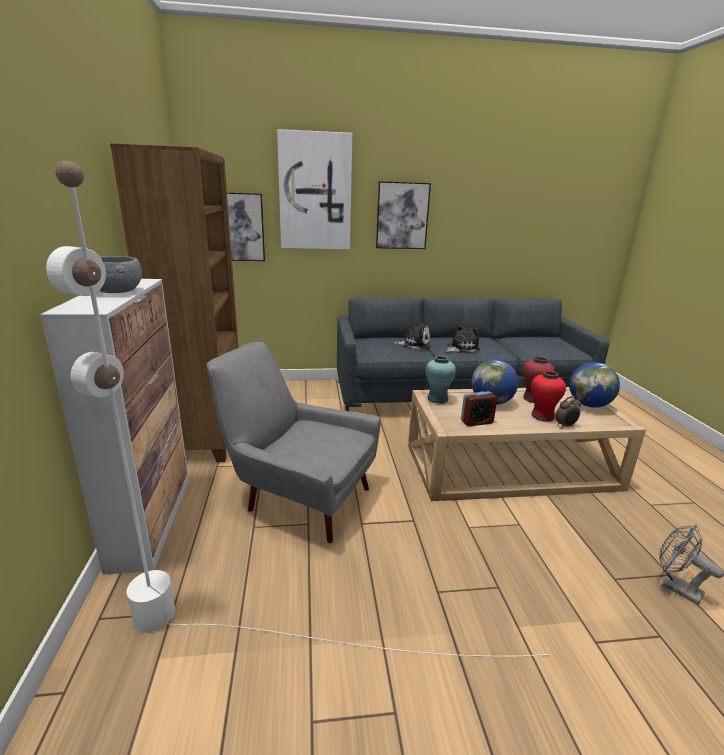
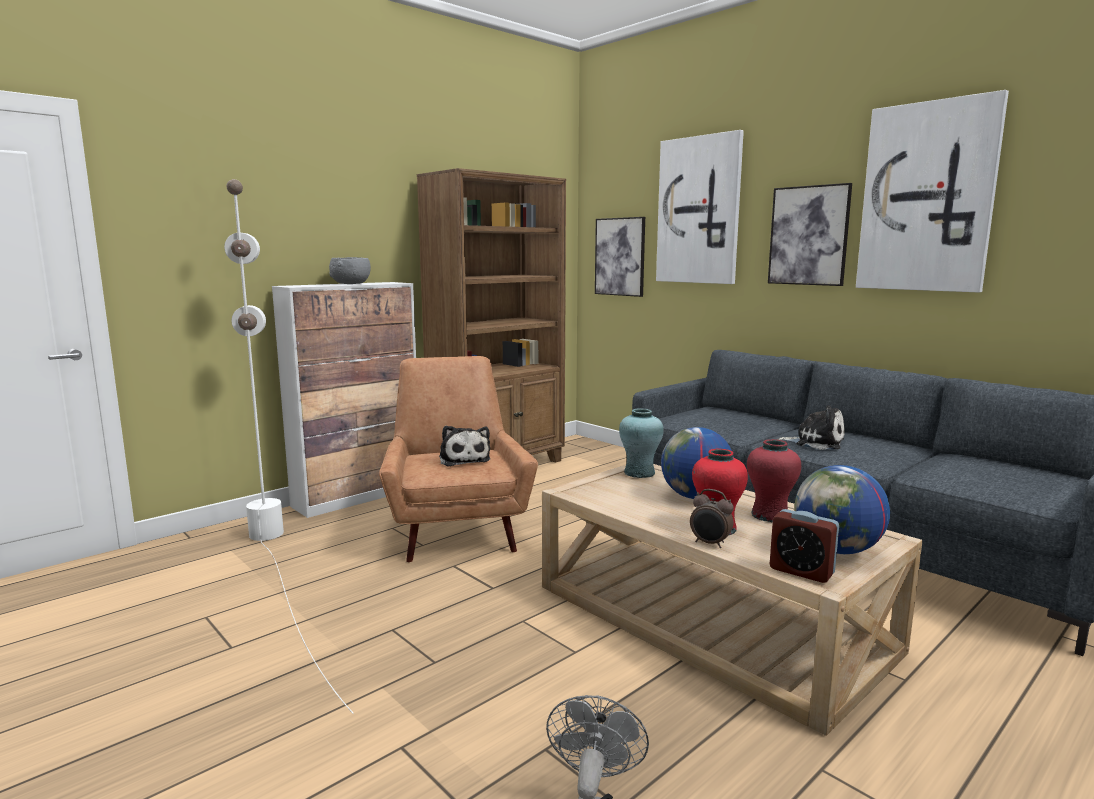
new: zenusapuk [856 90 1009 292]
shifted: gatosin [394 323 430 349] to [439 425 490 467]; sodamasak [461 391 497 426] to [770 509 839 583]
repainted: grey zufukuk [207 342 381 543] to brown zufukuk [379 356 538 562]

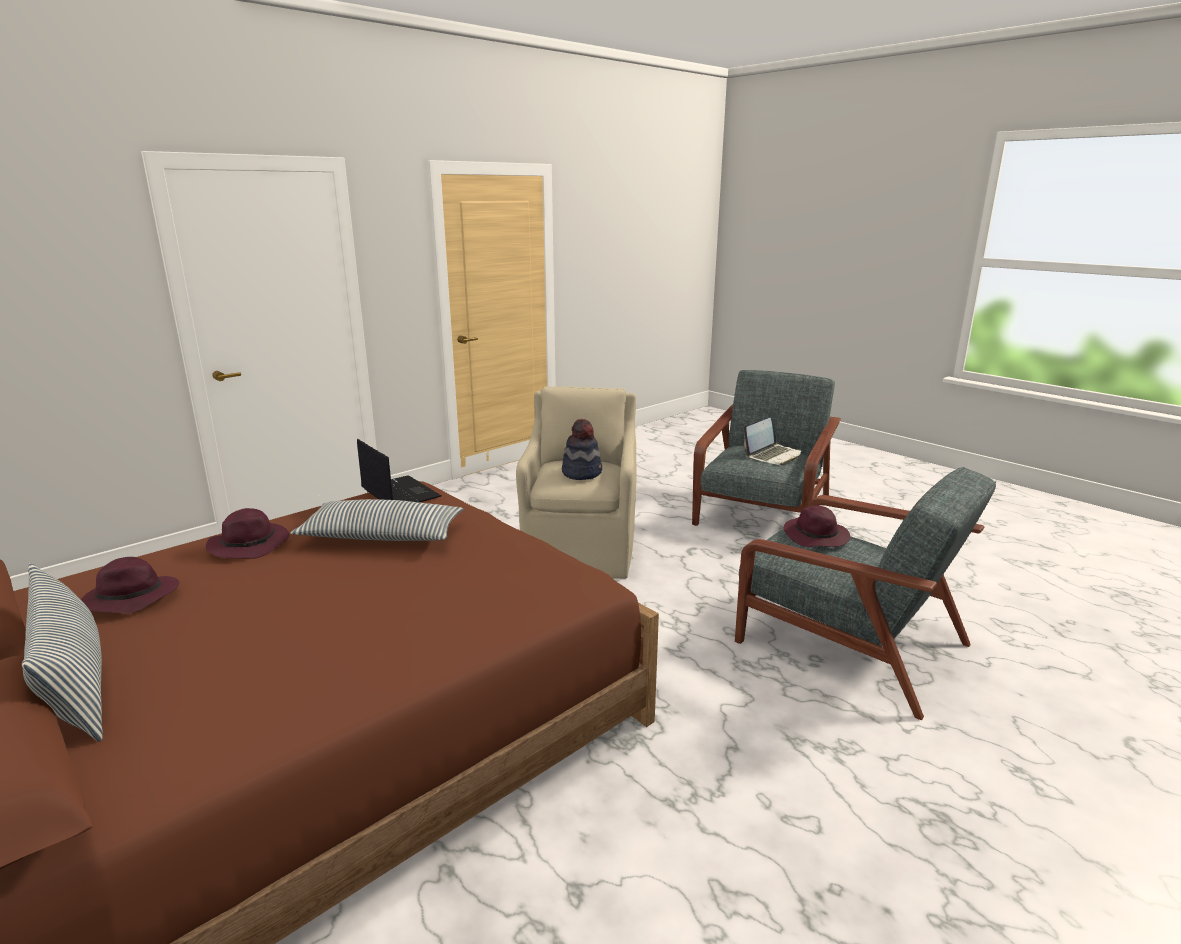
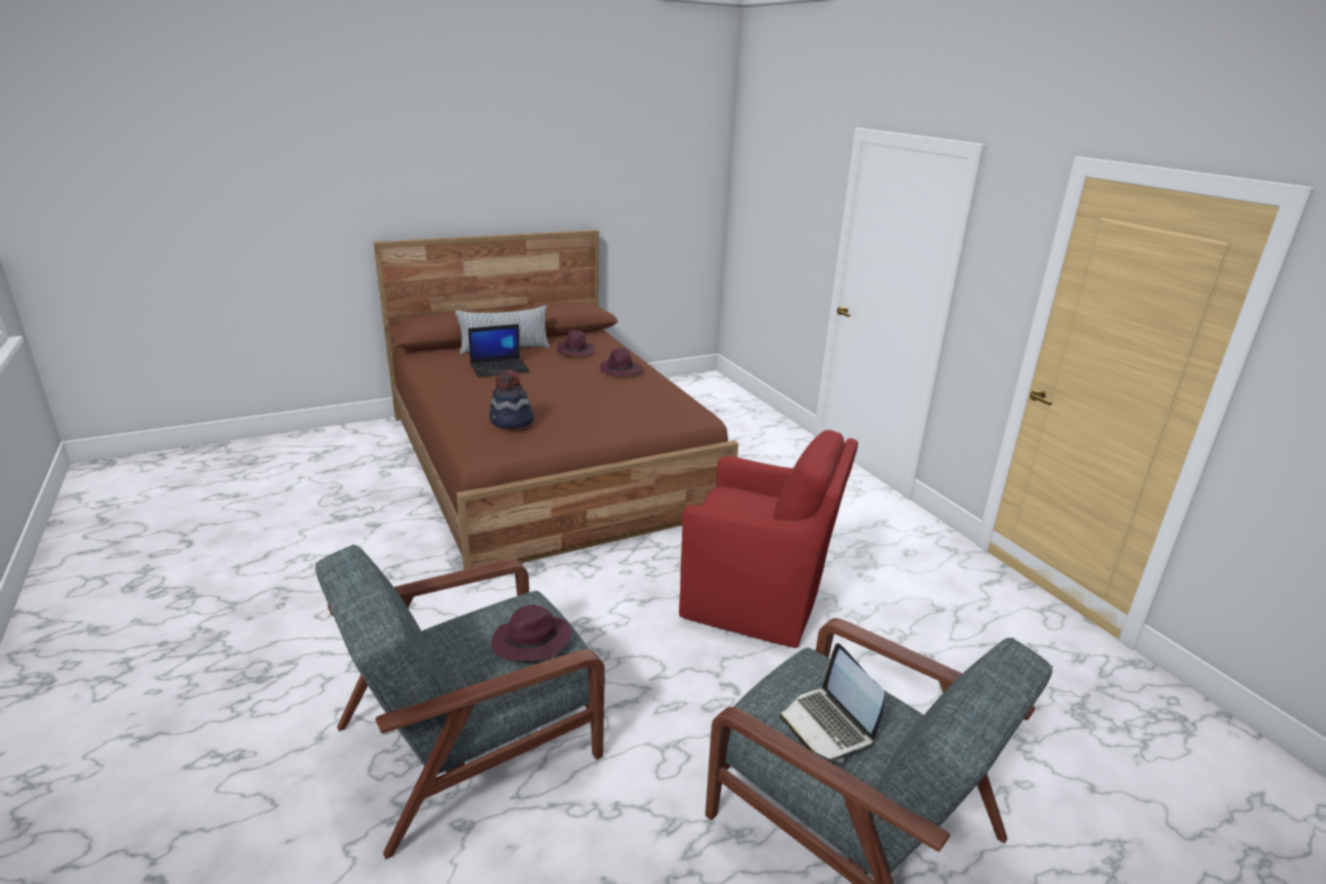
gone: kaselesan [291 499 463 541]
shifted: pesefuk [357 439 441 503] to [468 324 530 377]; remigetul [562 419 602 480] to [489 369 534 428]
repainted: beige zufukuk [516 386 637 579] to red zufukuk [679 430 858 648]

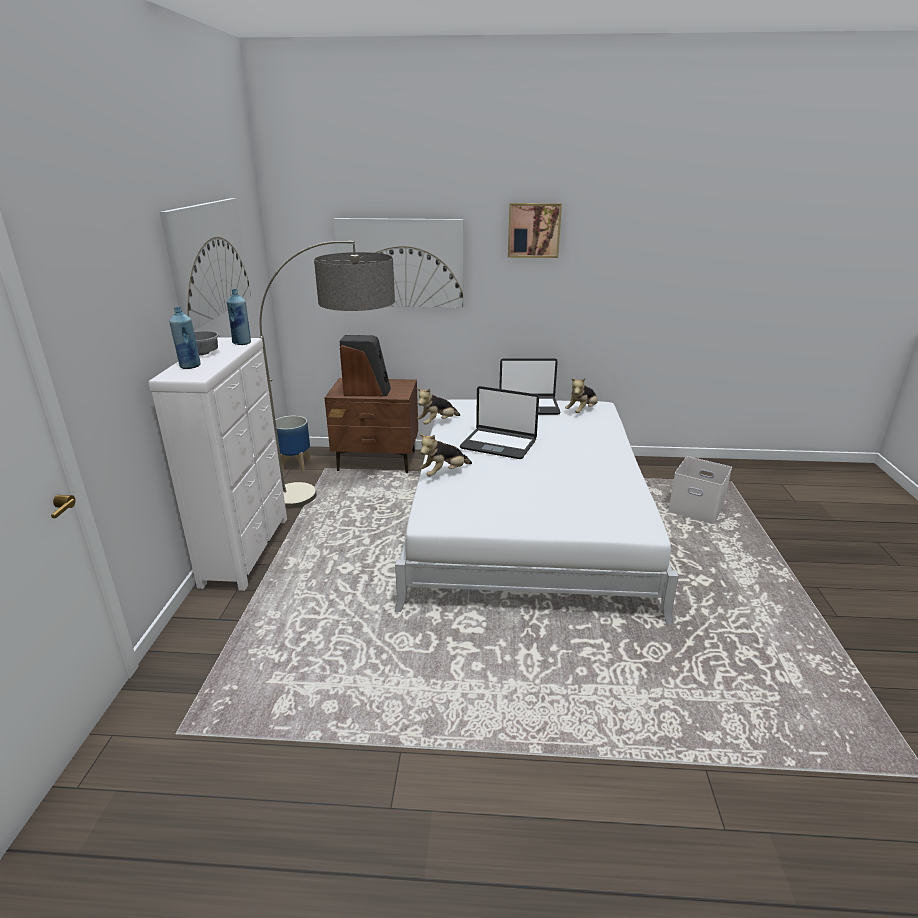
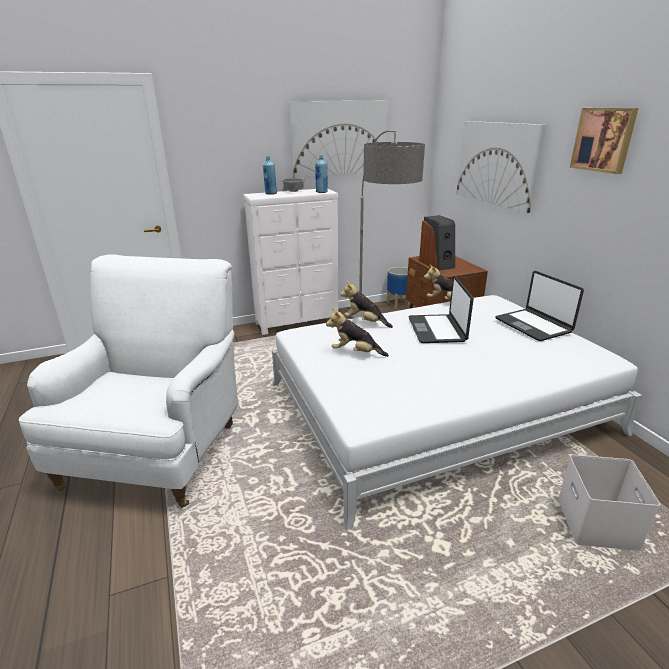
new: white zufukuk [19 254 238 508]
shifted: gatosin [565 378 598 413] to [326 308 389 357]

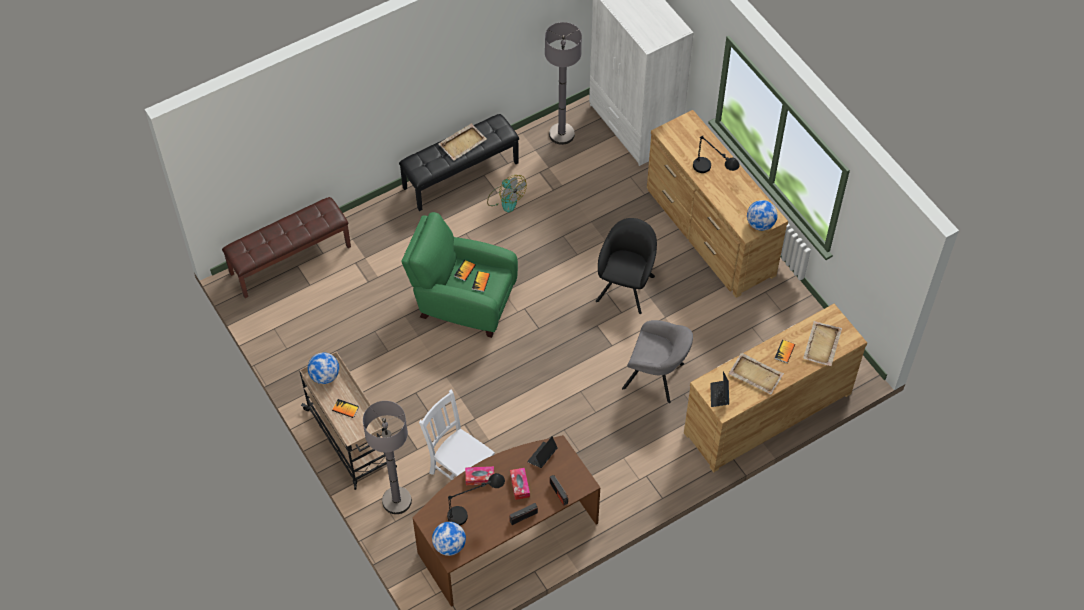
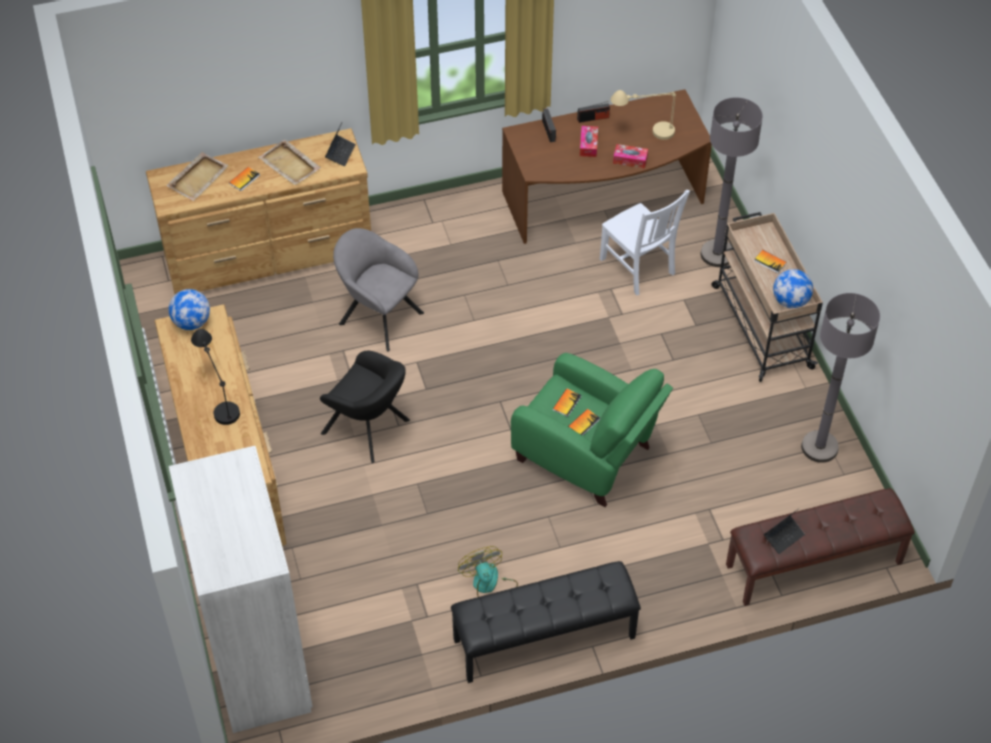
gone: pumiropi [432 522 466 556]; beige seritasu [439 123 487 161]
shifted: pesefuk [527 436 558 468] to [764 509 805 554]; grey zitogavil [545 22 582 145] to [801 293 880 463]
repainted: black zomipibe [447 473 505 525] to beige zomipibe [611 90 676 140]
rotated: black zufukuk [596 218 657 314] = [320 351 410 463] 90 degrees counterclockwise

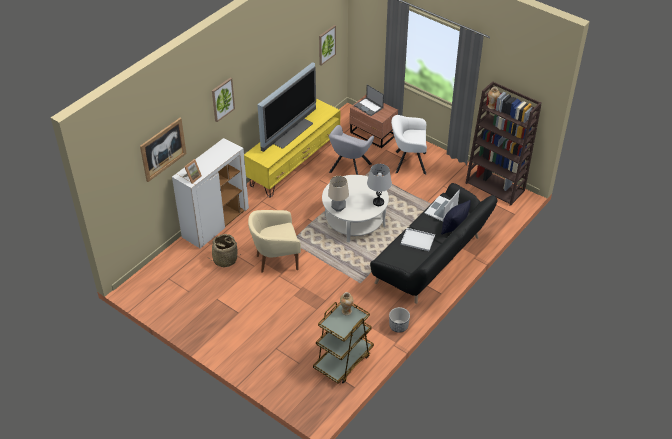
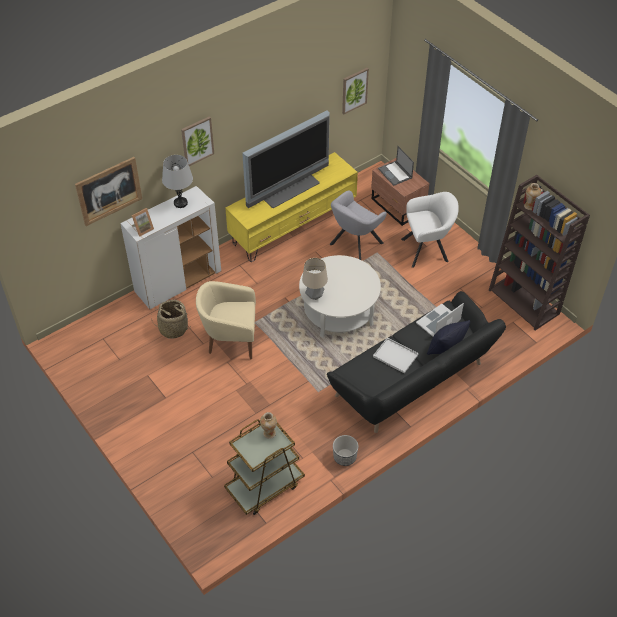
shifted: grey zomipibe [367 164 392 206] to [162 155 193 208]
rotated: white zufukuk [391 115 427 175] = [401 192 459 268] 150 degrees clockwise

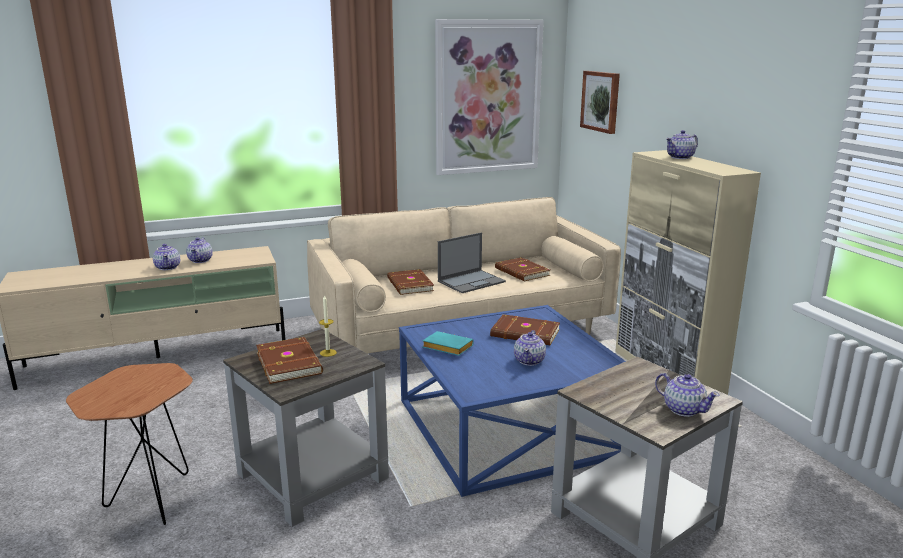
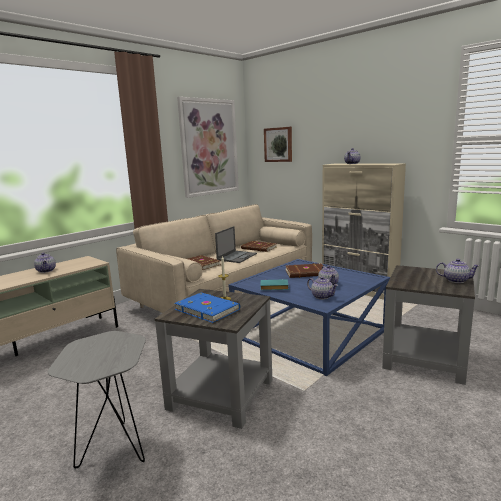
shifted: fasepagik [153 244 180 270] to [307 276 338 300]
repainted: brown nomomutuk [66 363 193 525] to grey nomomutuk [48 331 146 469]; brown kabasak [256 337 323 384] to blue kabasak [174 292 240 323]

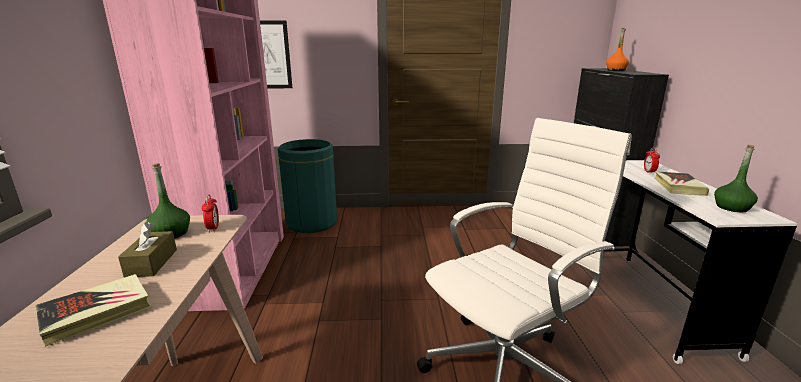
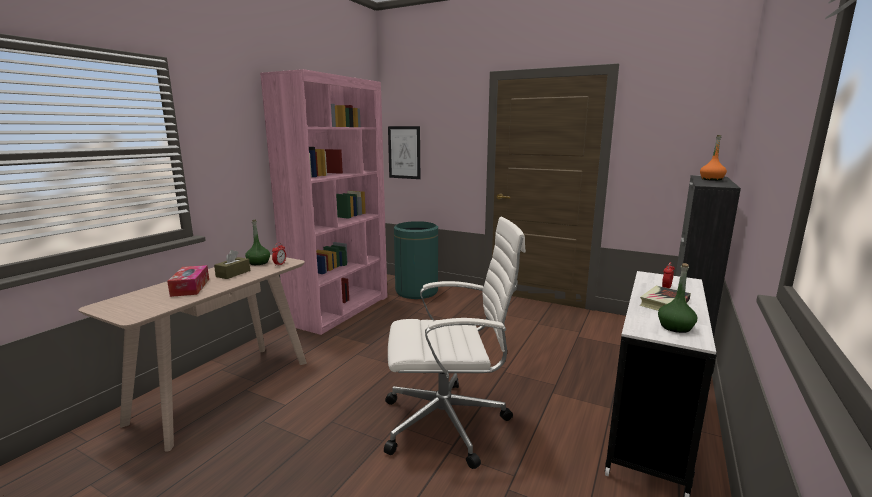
swapped: kabasak [36 274 152 347] to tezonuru [167 265 209 297]

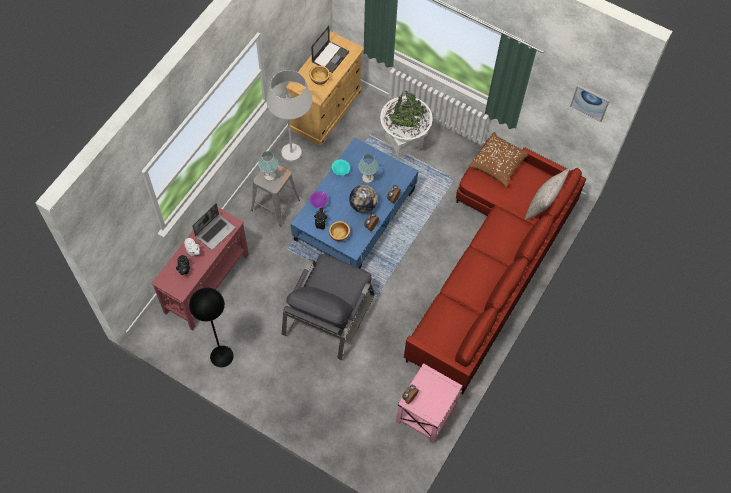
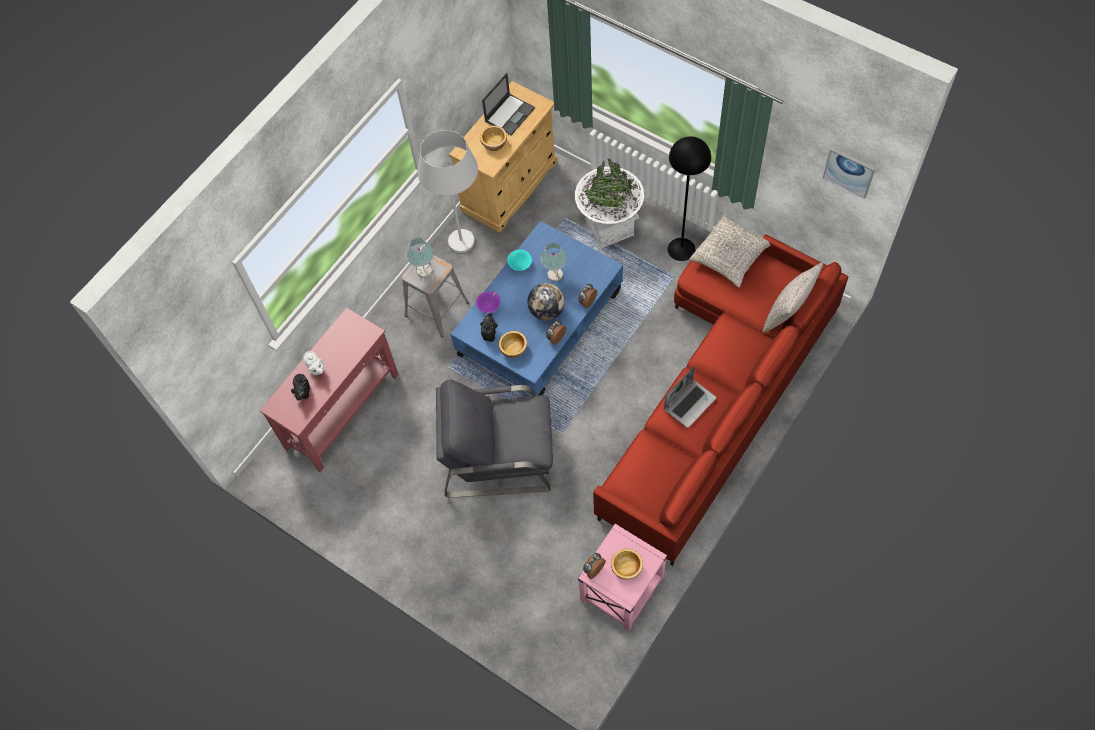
new: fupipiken [611 549 643 580]
shifted: black zitogavil [189 288 234 367] to [668 136 711 261]; pesefuk [192 203 235 250] to [664 366 716 428]
repainted: brown kaselesan [469 132 528 187] to grey kaselesan [689 214 770 288]
rotated: grey zufukuk [282 254 374 360] = [436 379 553 498] 60 degrees clockwise

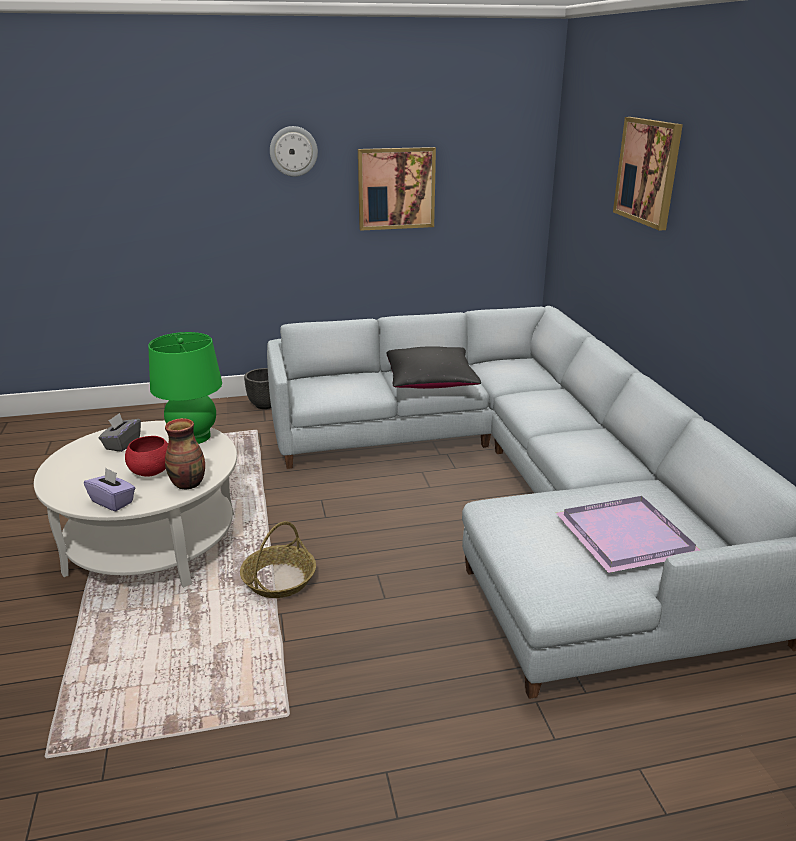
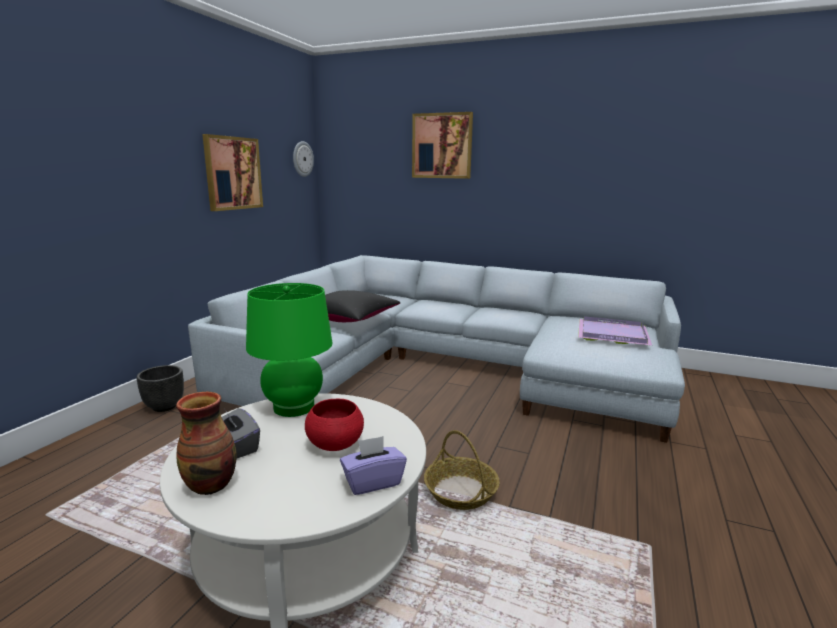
shifted: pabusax [165 418 205 489] to [176 392 237 495]; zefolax [270 126 318 177] to [293 141 314 177]

